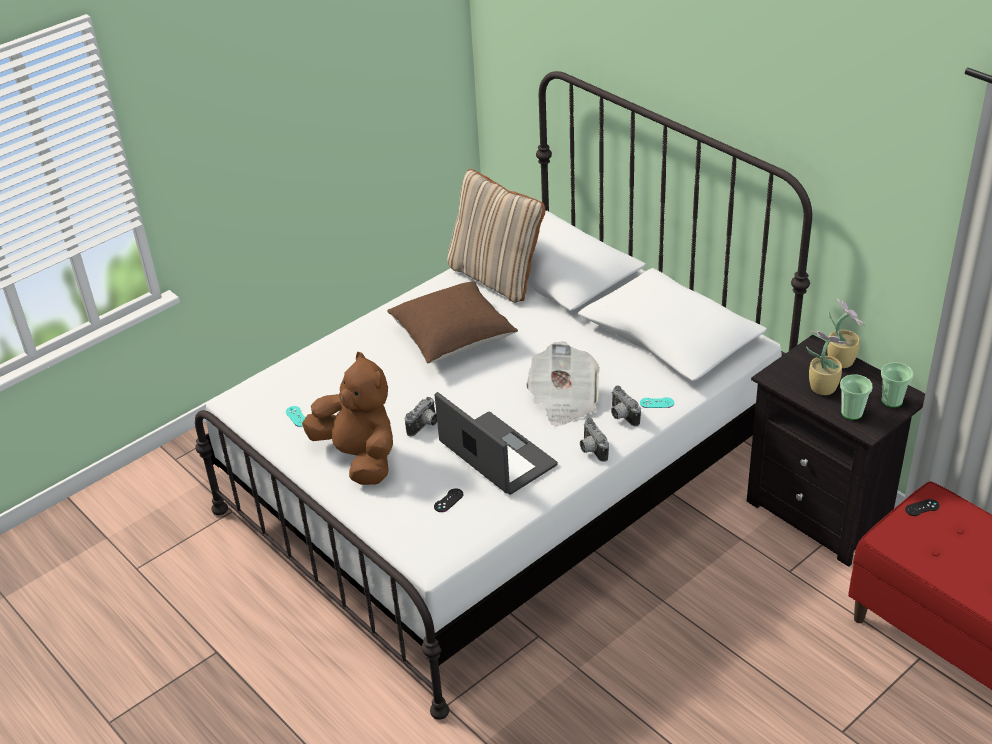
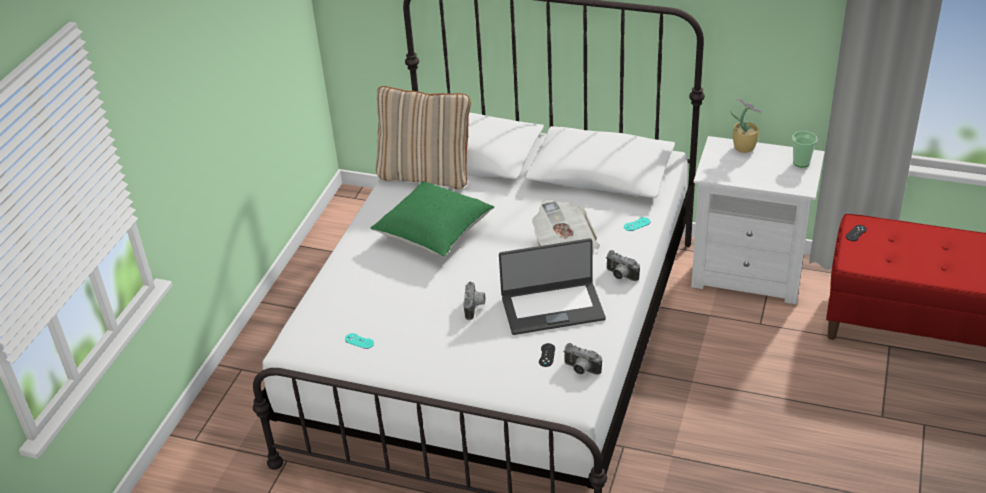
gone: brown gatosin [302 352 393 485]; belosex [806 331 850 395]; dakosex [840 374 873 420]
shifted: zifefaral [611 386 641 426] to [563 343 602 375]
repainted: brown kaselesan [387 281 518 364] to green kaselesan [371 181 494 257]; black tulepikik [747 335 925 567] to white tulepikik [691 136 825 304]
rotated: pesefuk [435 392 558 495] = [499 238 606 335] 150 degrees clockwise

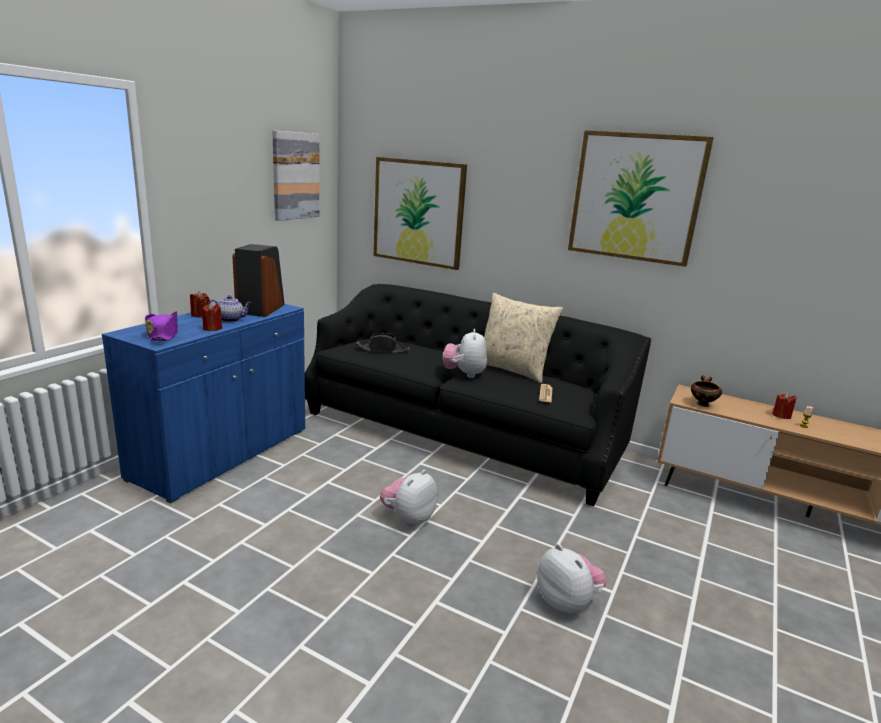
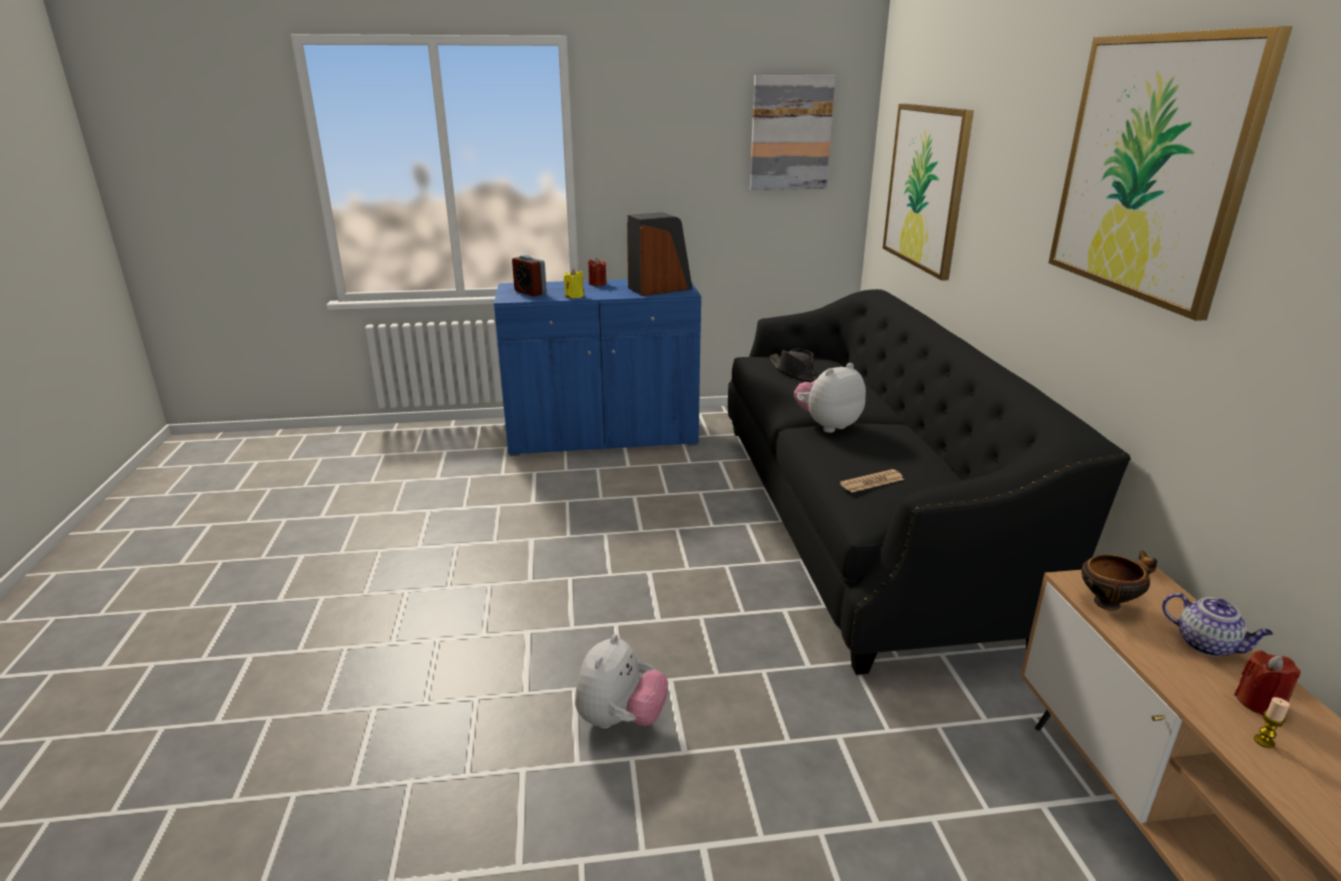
gone: gatosin [380 470 437 527]; beige kaselesan [484 293 563 383]
shifted: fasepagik [208 295 251 322] to [1162 593 1273 656]
swapped: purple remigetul [145 311 178 341] to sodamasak [512 255 547 296]
repainted: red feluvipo [201 303 222 331] to yellow feluvipo [564 269 584 298]

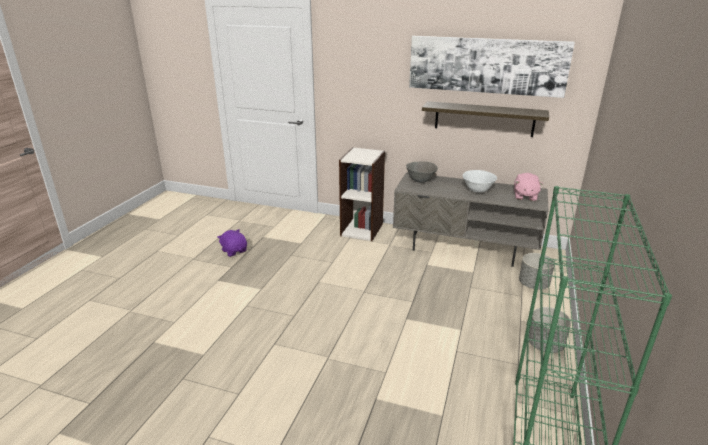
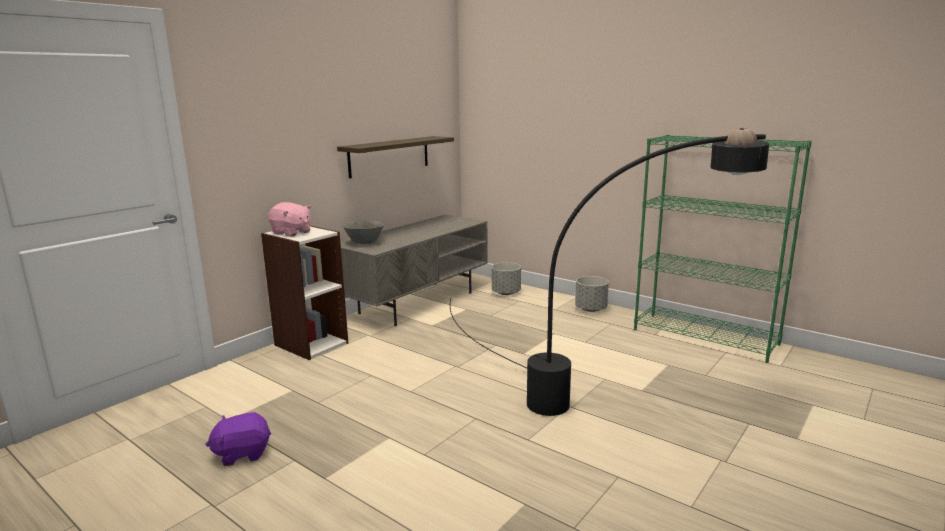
gone: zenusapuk [409 36 575 98]; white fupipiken [462 170 497 193]
new: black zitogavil [450 128 769 416]
shifted: pink gatosin [514 173 543 201] to [268 202 311 236]

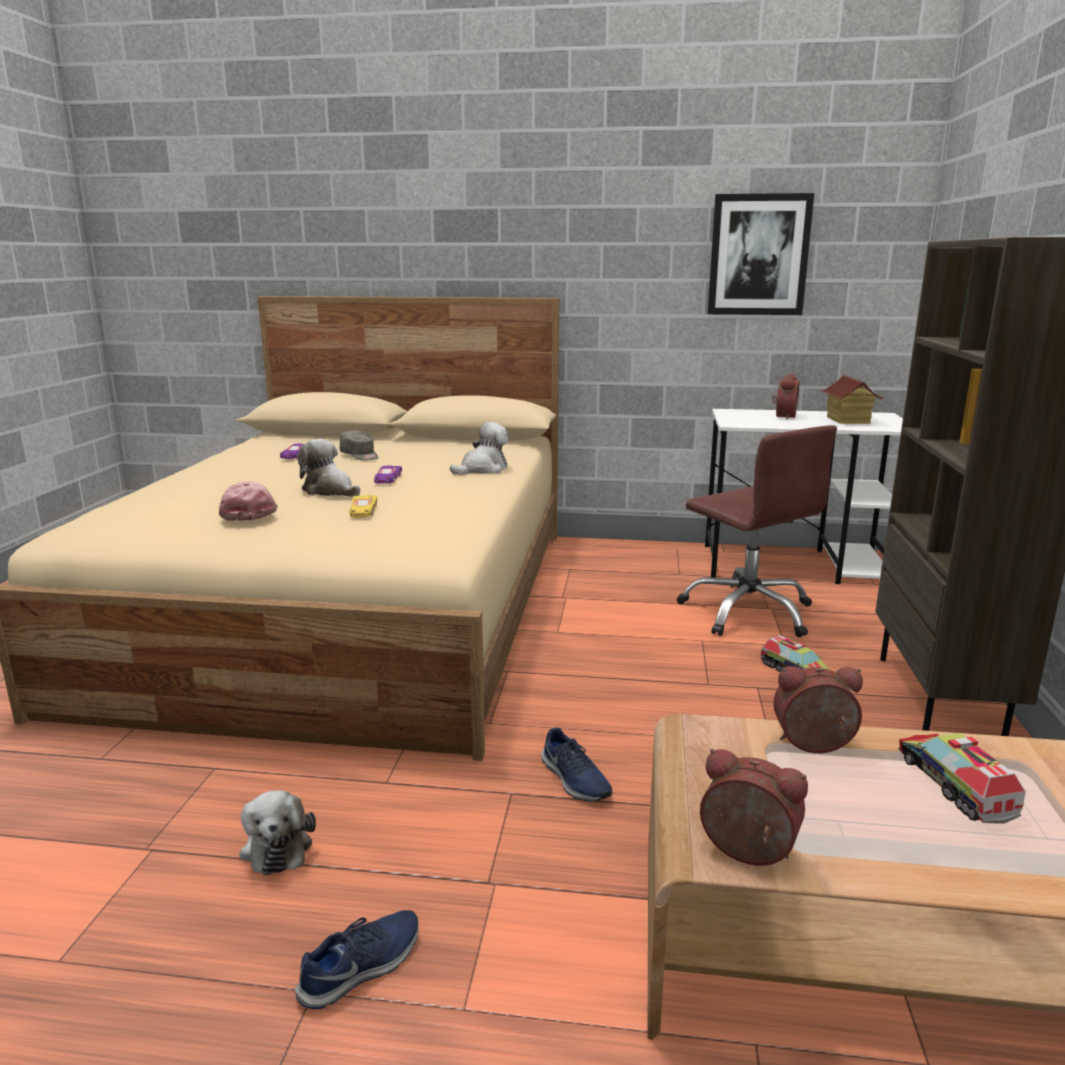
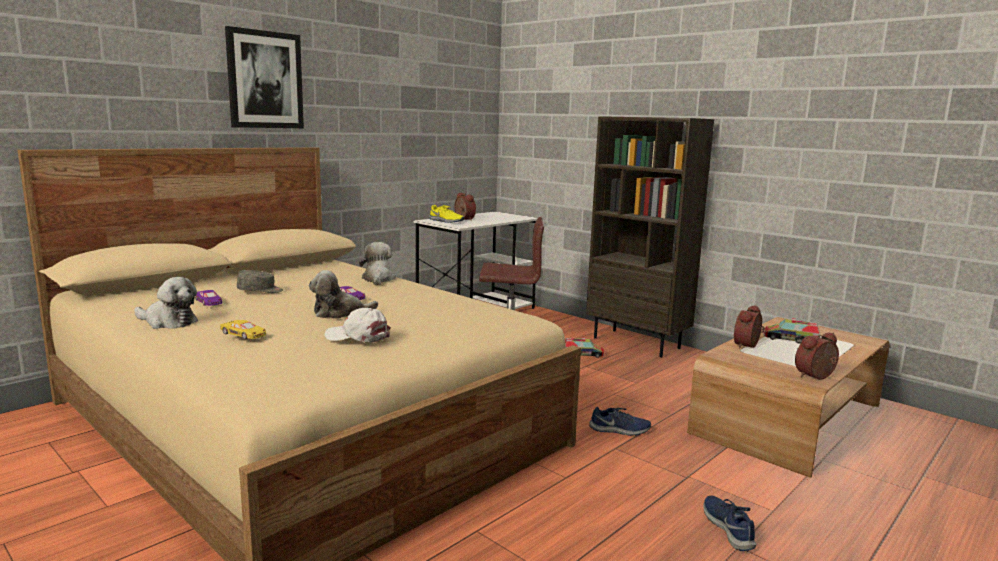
gone: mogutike [821 375 884 424]
new: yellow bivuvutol [429 205 464 223]
shifted: gatosin [239 790 316 875] to [134 277 198 329]; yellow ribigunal [350 495 377 517] to [220 320 266 339]; zenusapuk [708 193 814 315] to [225 26 304 128]
repainted: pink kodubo [219 481 278 521] to white kodubo [325 308 391 343]

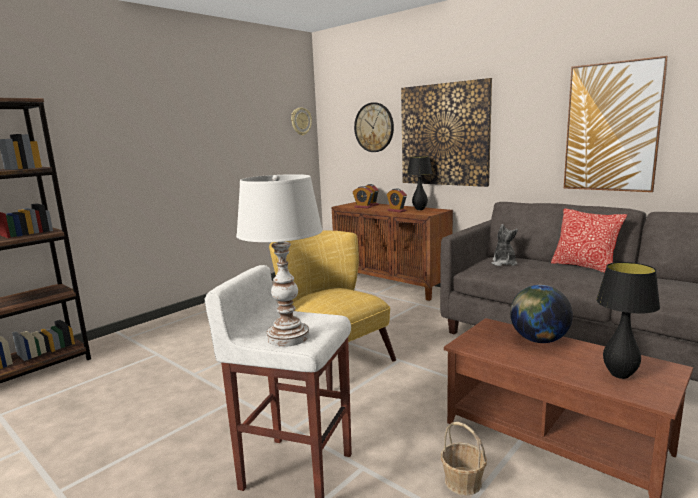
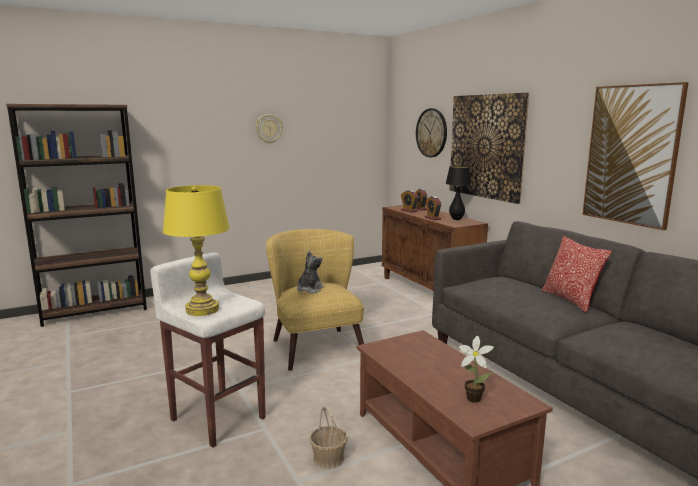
gone: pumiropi [510 285 573 343]
shifted: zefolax [291 107 312 136] to [256 114 283 144]; gatosin [491 224 518 266] to [297 251 324 294]
swapped: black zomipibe [596 262 660 379] to belosex [459 335 494 403]
repainted: white zomipibe [236 174 323 347] to yellow zomipibe [163 185 230 316]

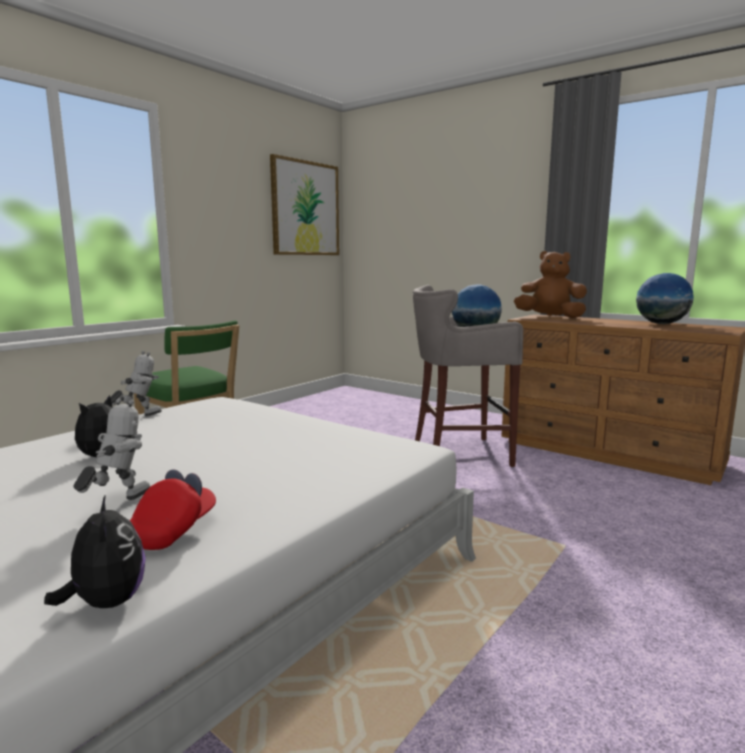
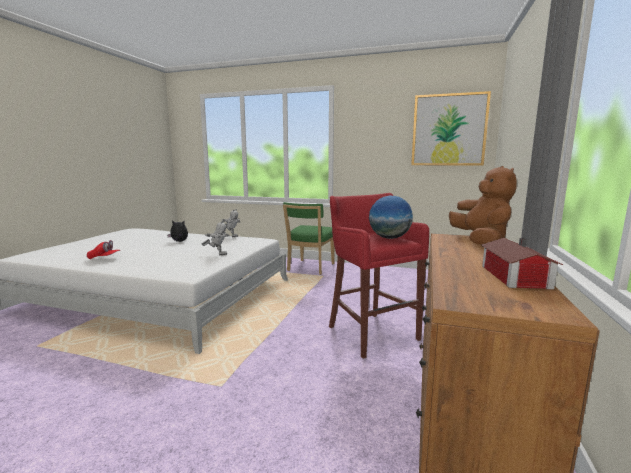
gone: gatosin [44 494 146 608]
shifted: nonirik [74 398 151 500] to [202 221 230 255]
swapped: pumiropi [636 273 694 324] to mogutike [481 238 563 289]
repainted: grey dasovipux [413 285 523 467] to red dasovipux [329 193 429 359]

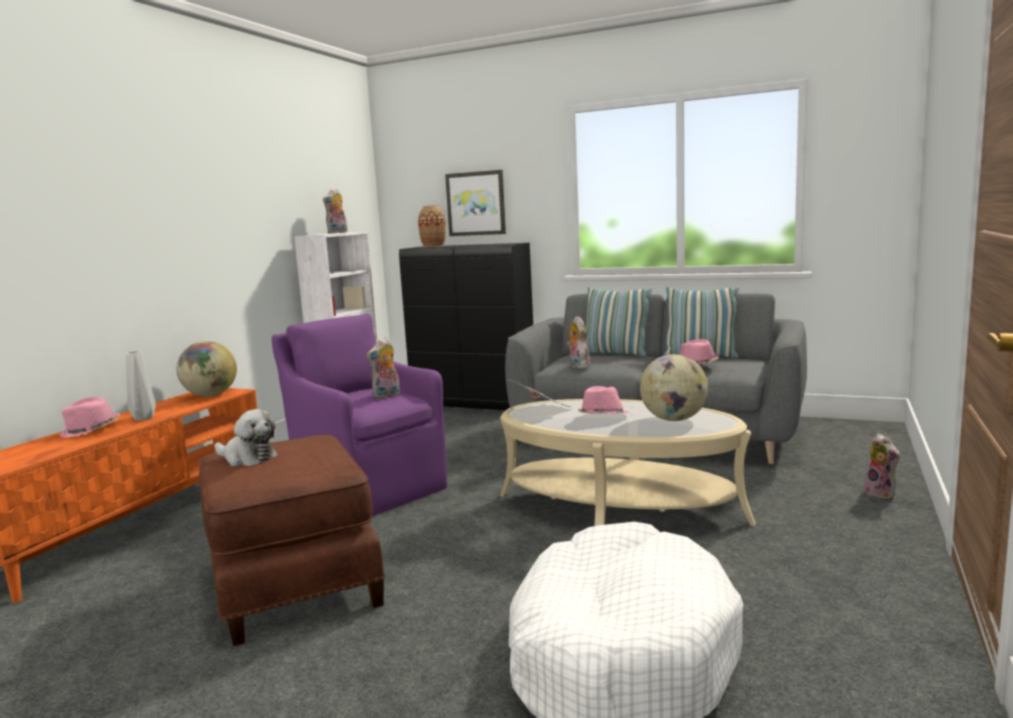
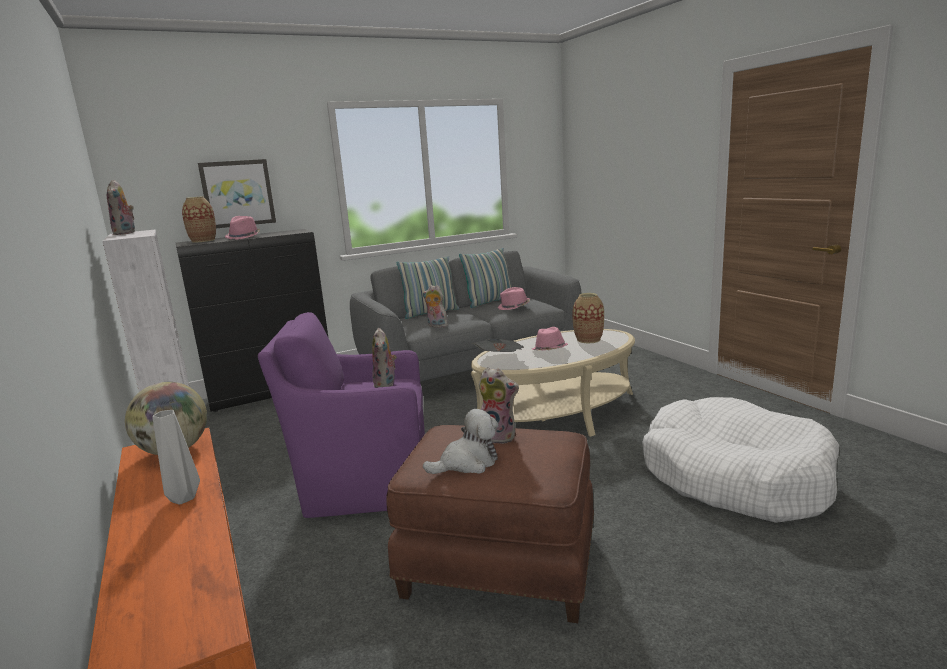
shifted: pink remigetul [59 397 120 438] to [225 216 260 239]; gatosin [864 433 900 500] to [479 367 519 444]
swapped: pumiropi [640 354 708 421] to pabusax [572 293 604 343]

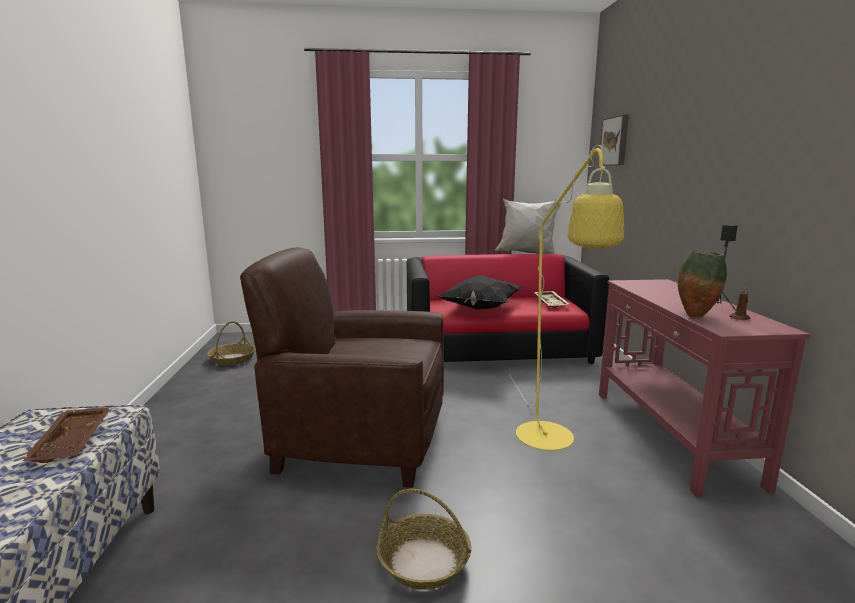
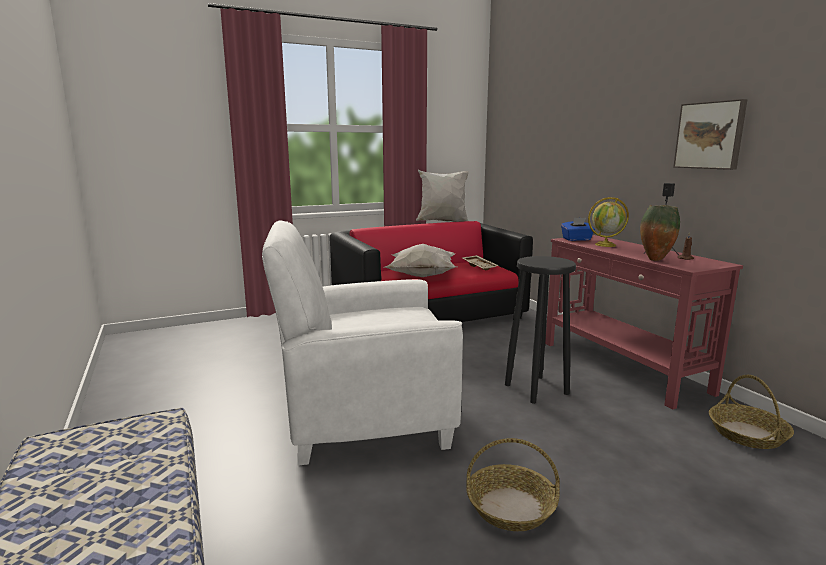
gone: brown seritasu [21 407 111 463]
new: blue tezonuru [561 218 595 241]; pumiropi [588 197 629 247]
shifted: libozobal [207 321 256 366] to [709 375 794 449]; zenusapuk [600 115 629 165] to [673 99 748 170]
swapped: yellow zitogavil [509 145 624 451] to black dasovipux [505 256 576 404]
repainted: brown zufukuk [240 247 444 488] to white zufukuk [262 221 463 466]; black kaselesan [436 275 523 309] to white kaselesan [384 244 457 277]

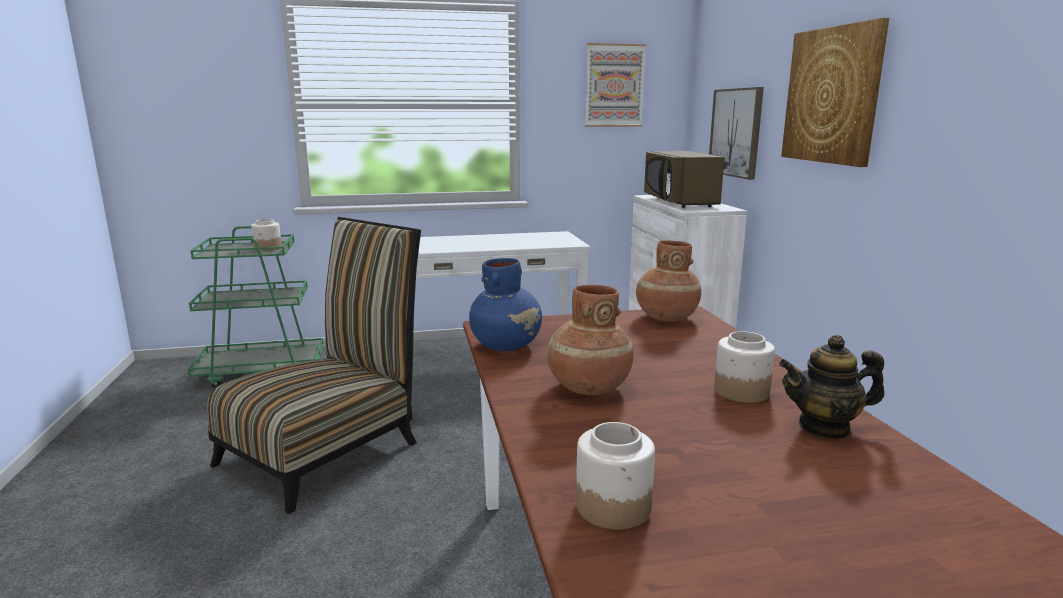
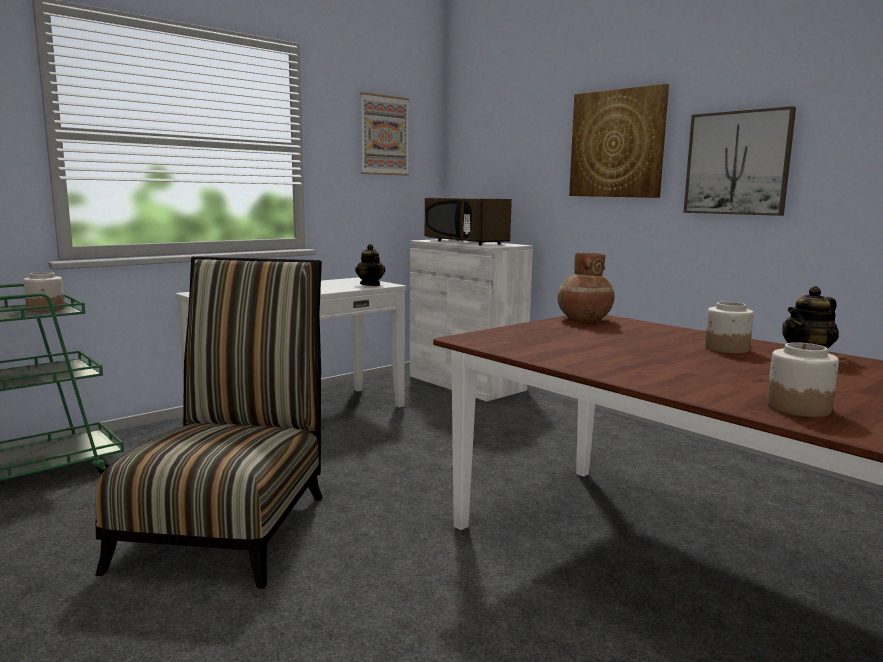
gone: blue pabusax [469 258 542 351]; brown pabusax [547 285 634 396]
new: fasepagik [355 244 385 286]
shifted: zenusapuk [709 87 764 180] to [683 106 796 216]

